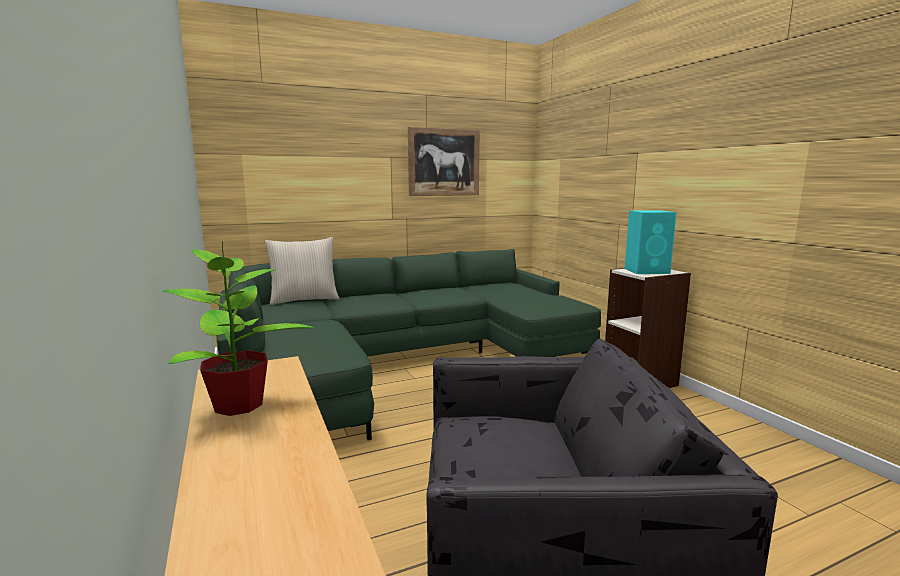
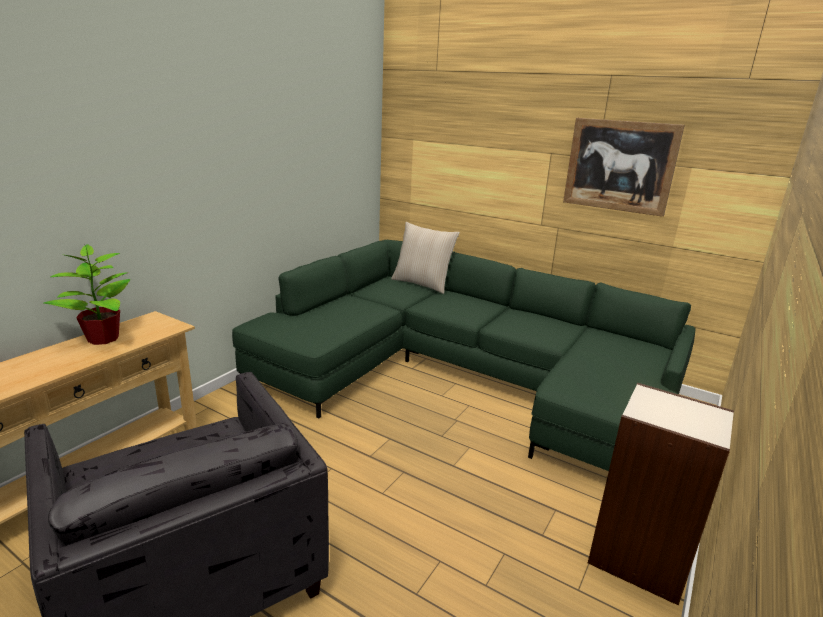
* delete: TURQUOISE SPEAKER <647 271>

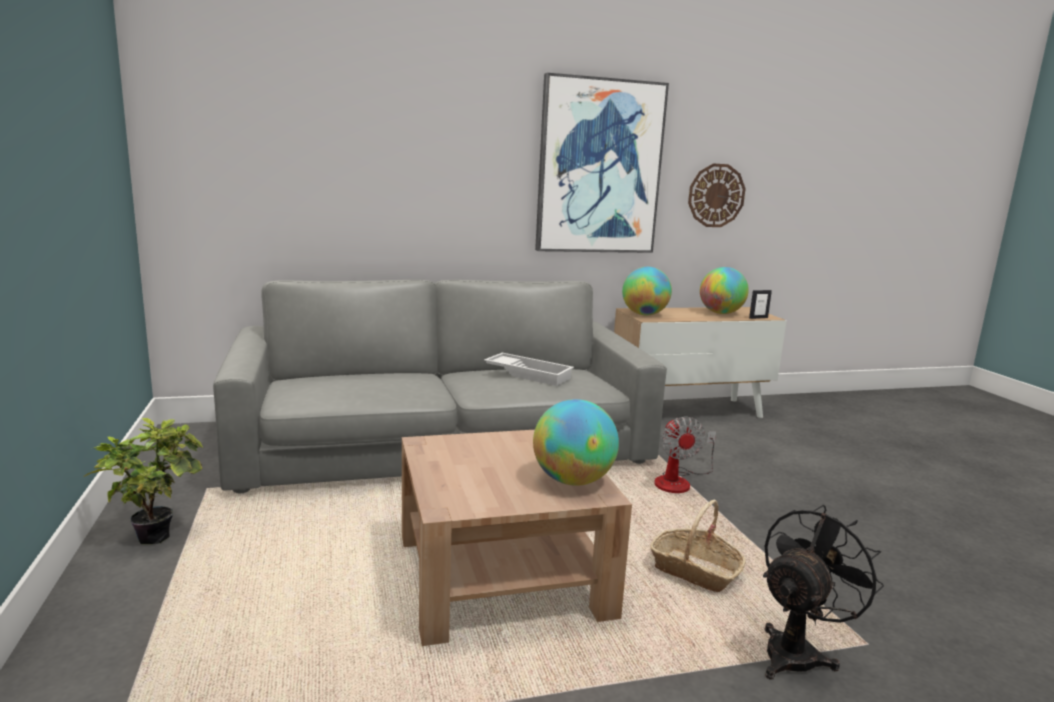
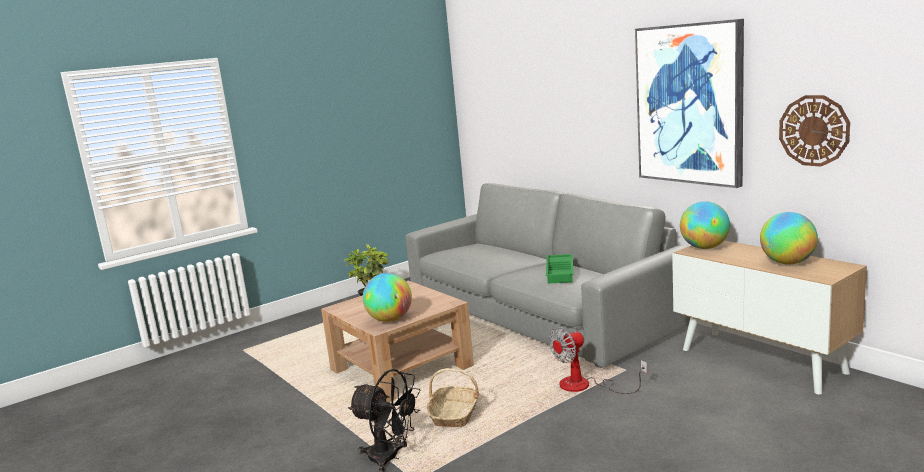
* recolor: WHITE TRAY <529 374> to GREEN TRAY <561 272>
* delete: PICTURE FRAME <758 318>

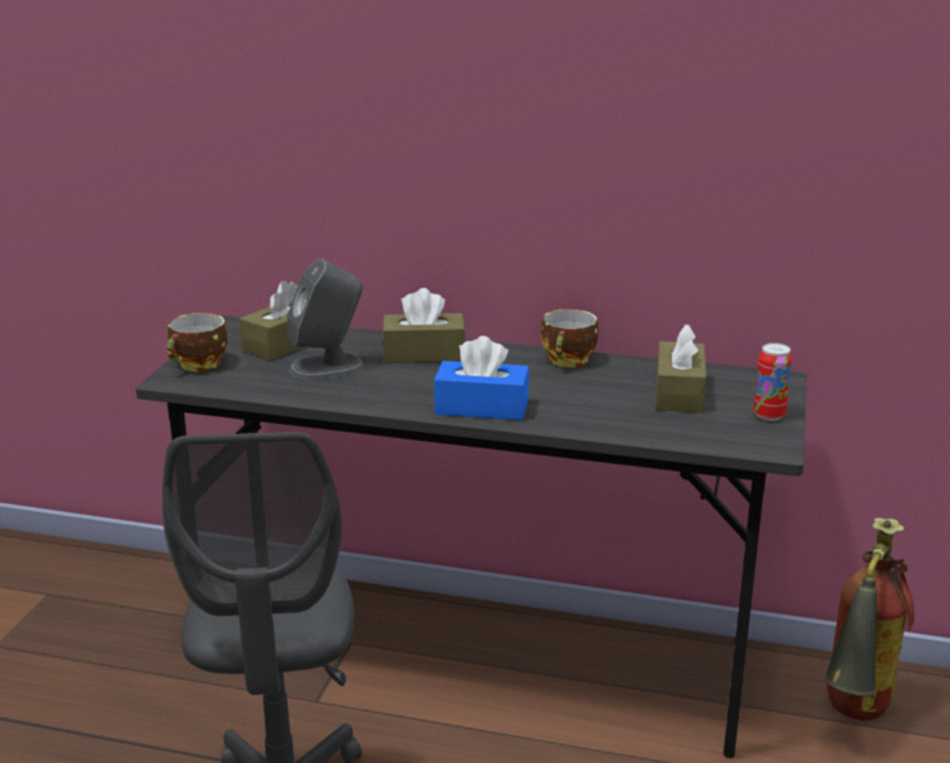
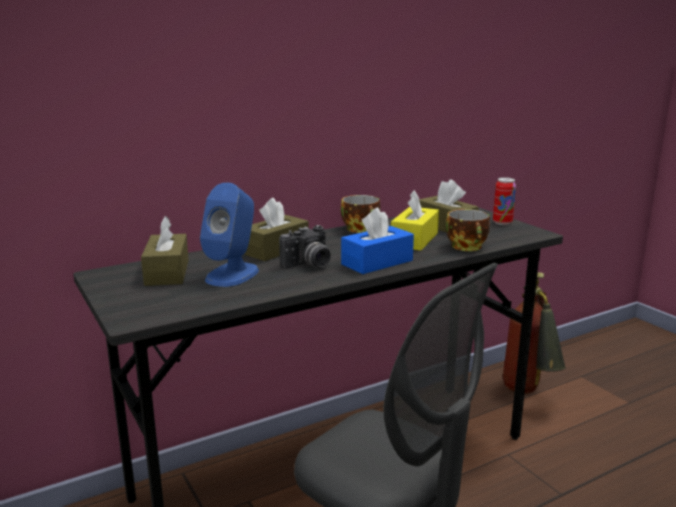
* move: CUP <199 365> to <468 247>
* recolor: GREY SPEAKER <327 367> to BLUE SPEAKER <233 274>
* insert: PHOTO CAMERA <308 265>
* insert: YELLOW TISSUE BOX <414 240>

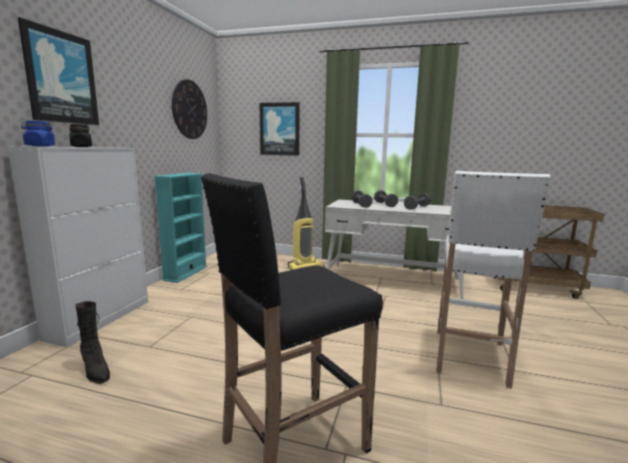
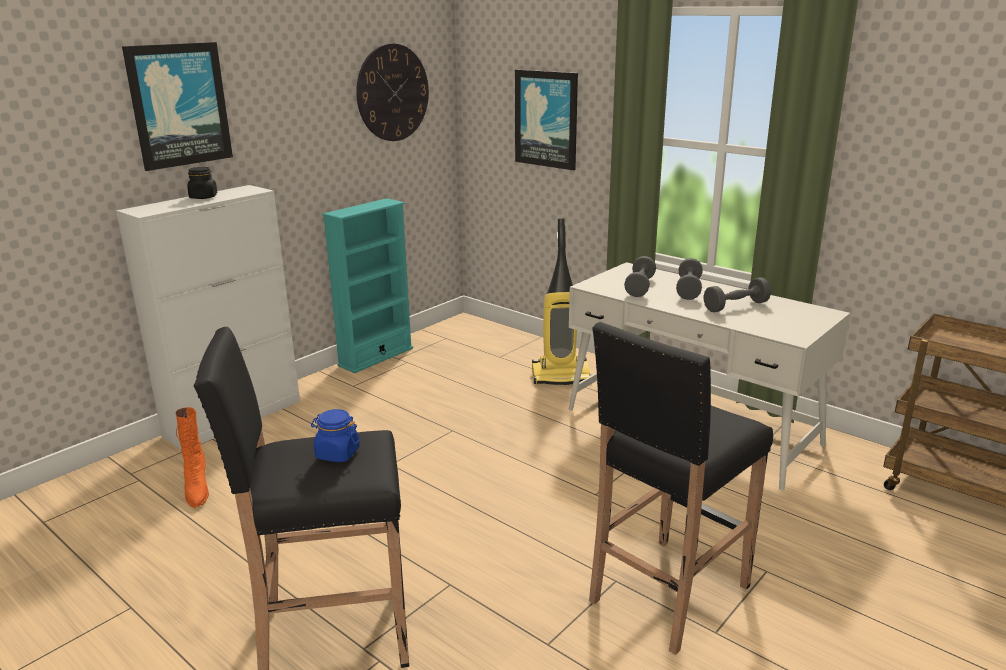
* move: BLUE JAR <40 146> to <337 454>
* recolor: BLACK BOOT <95 370> to ORANGE BOOT <197 490>
* recolor: WHITE STOOL <470 358> to BLACK STOOL <666 595>

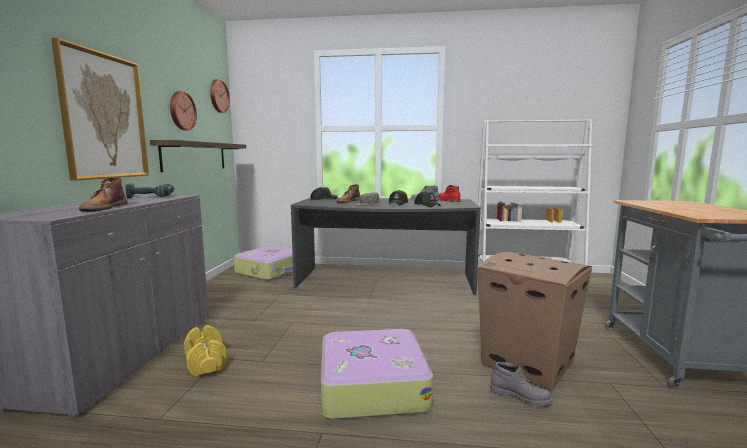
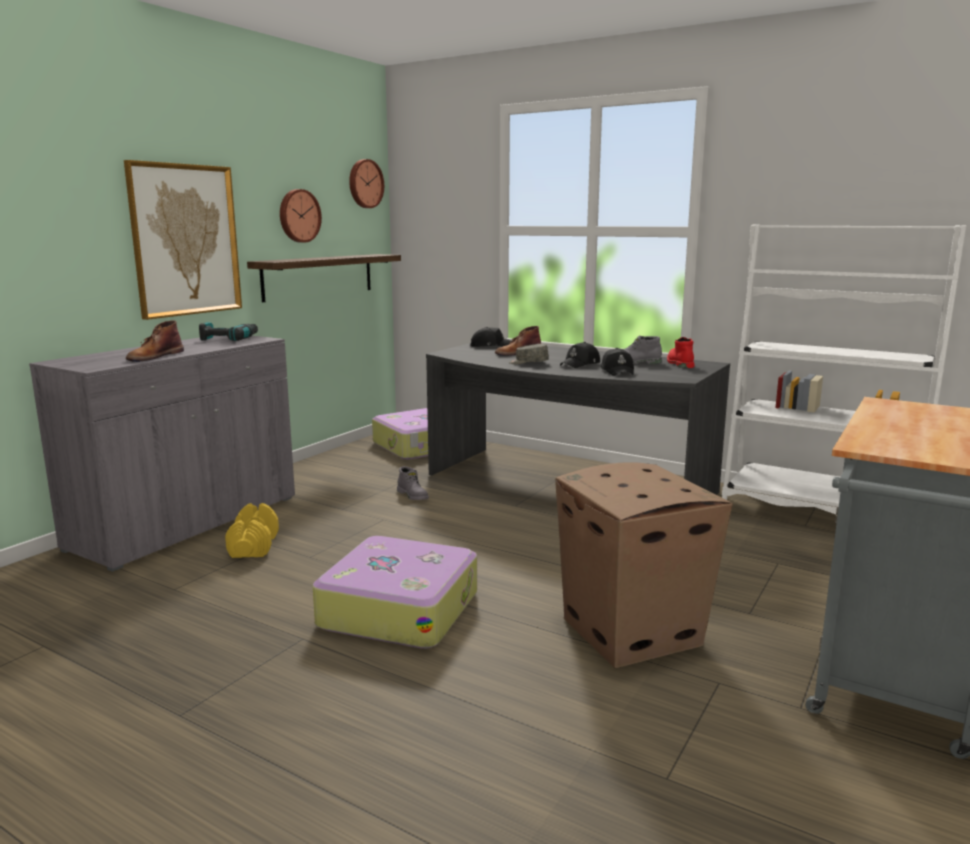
* move: GREY BOOT <520 396> to <413 496>

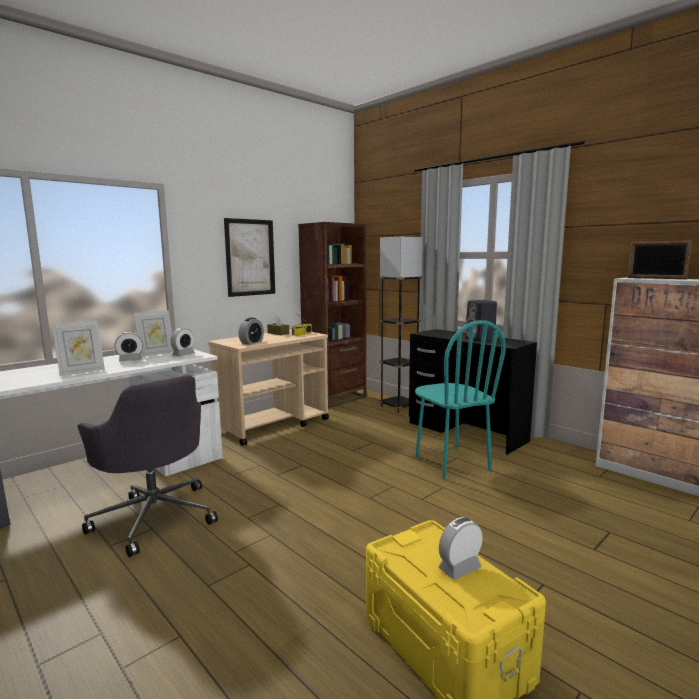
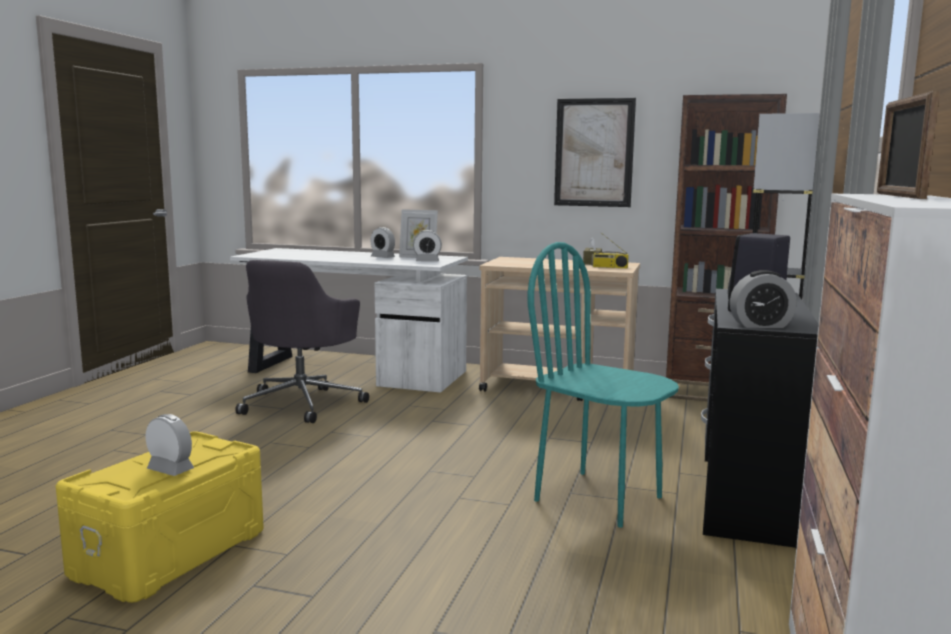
* delete: PICTURE FRAME <81 372>
* move: ALARM CLOCK <251 342> to <760 325>
* rotate: TURQUOISE CHAIR <451 463> = <599 498> 90 degrees clockwise

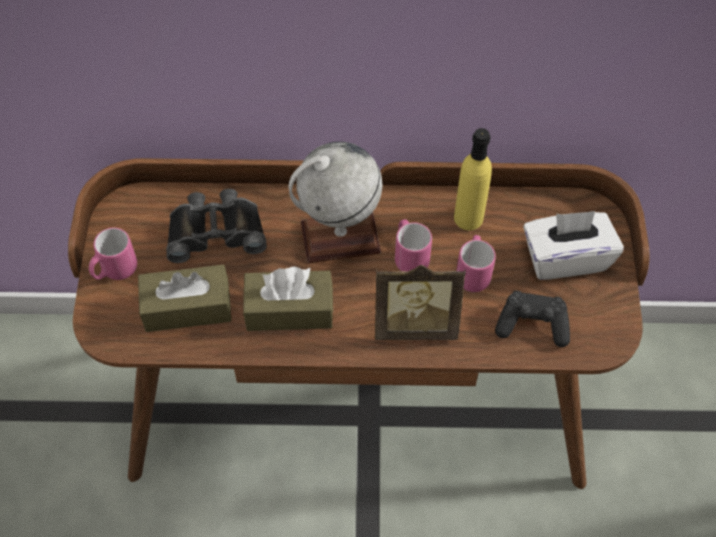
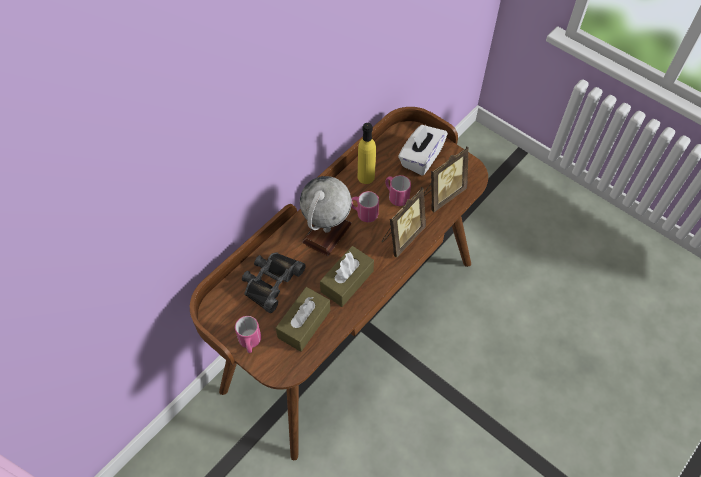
* replace: BLACK GAME CONTROLLER <532 324> to PICTURE FRAME <442 195>

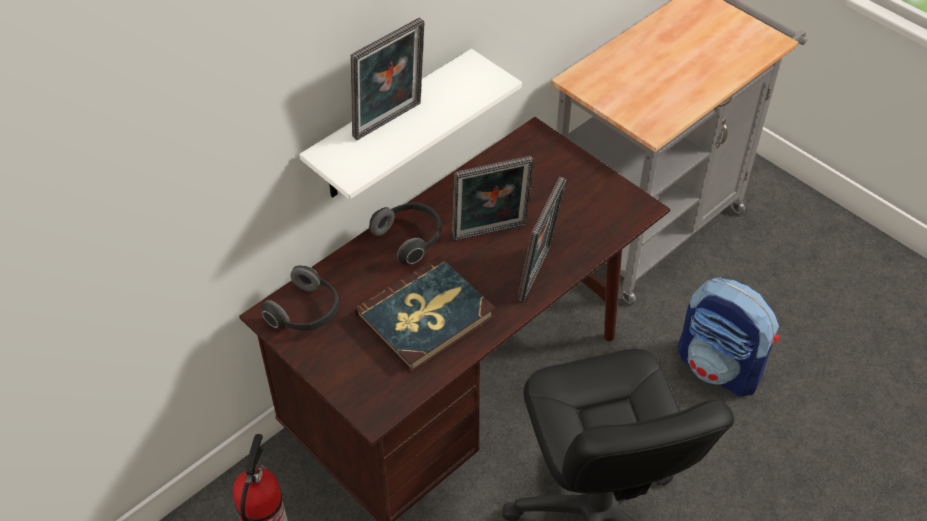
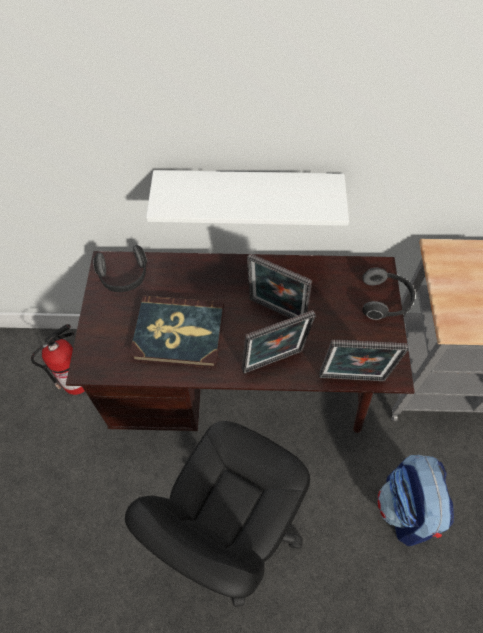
* move: PICTURE FRAME <390 122> to <351 381>
* move: HEADPHONES <410 239> to <385 301>

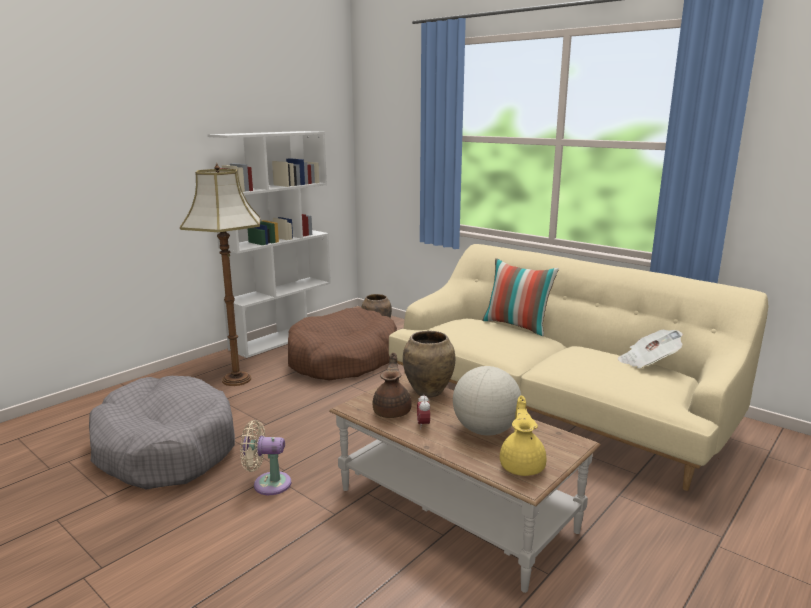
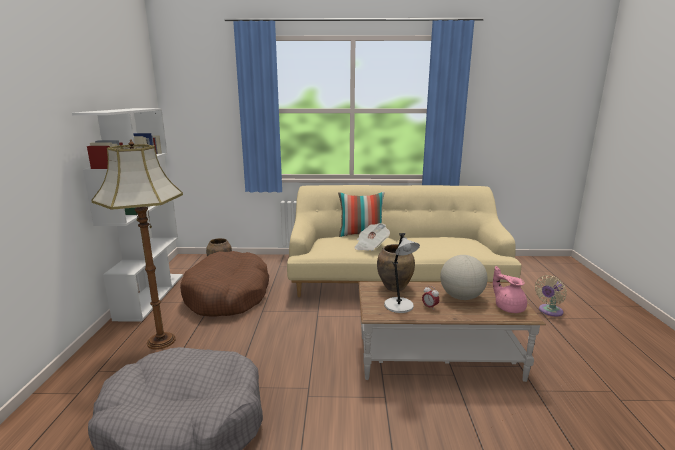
* move: BEIGE FAN <268 484> to <549 311>
* replace: BROWN TEAPOT <392 411> to GREY TABLE LAMP <399 306>
* recolor: YELLOW TEAPOT <522 465> to PINK TEAPOT <508 307>
* move: NEWSPAPER <648 362> to <370 246>

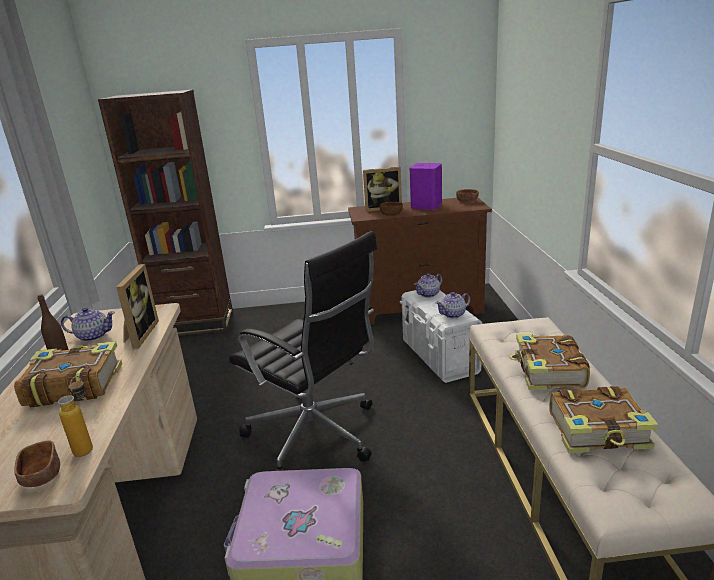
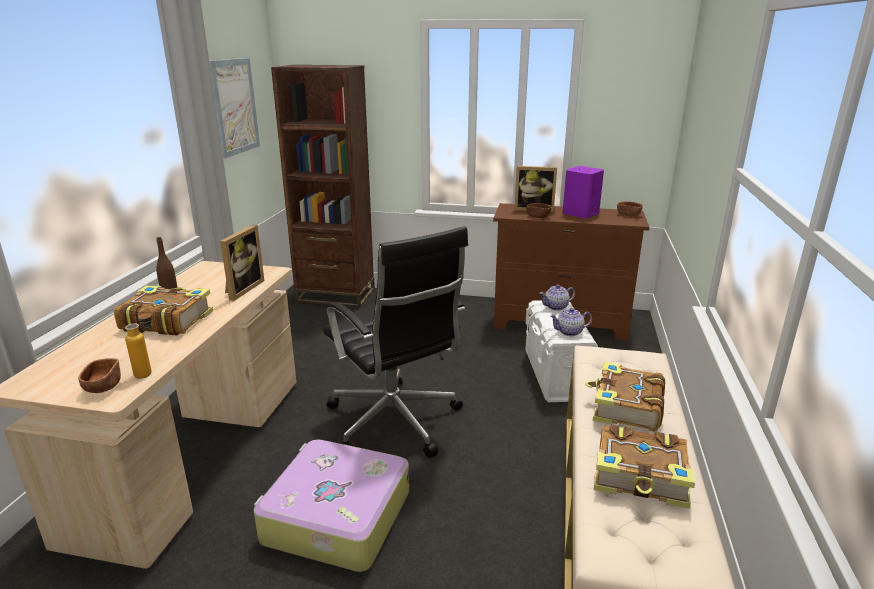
* delete: TEAPOT <93 336>
* insert: PICTURE <234 107>

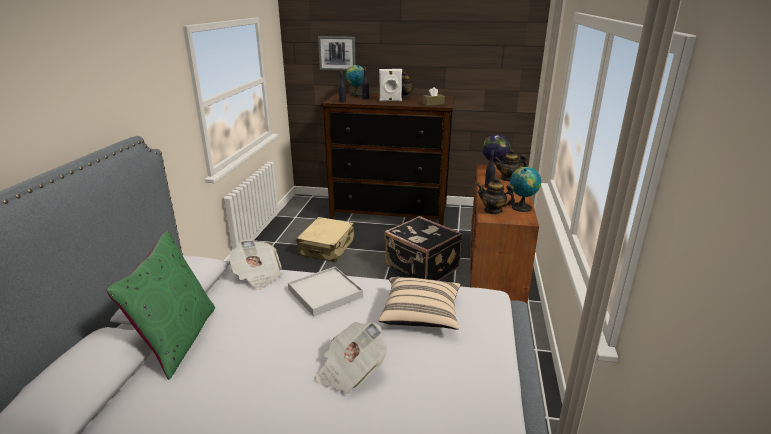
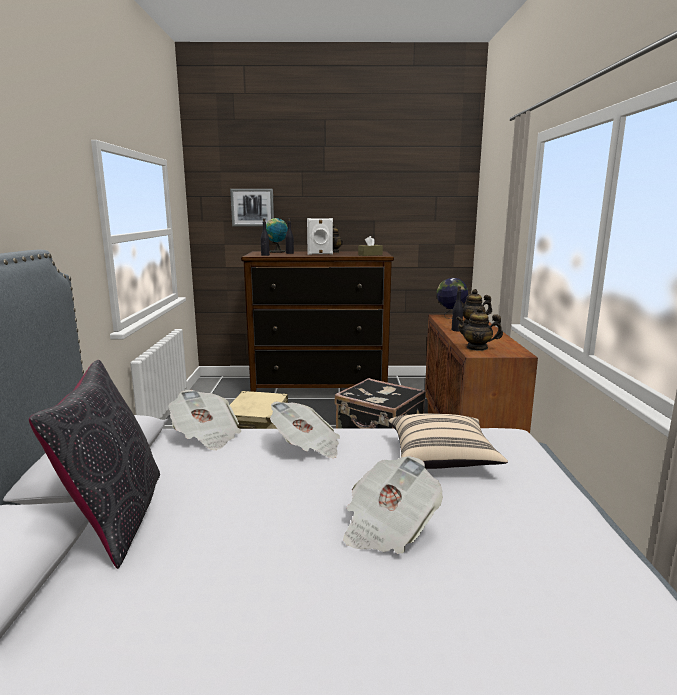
* recolor: GREEN PILLOW <177 340> to BLACK PILLOW <115 517>
* replace: WHITE TRAY <325 293> to NEWSPAPER <307 447>
* delete: GLOBE <522 207>

